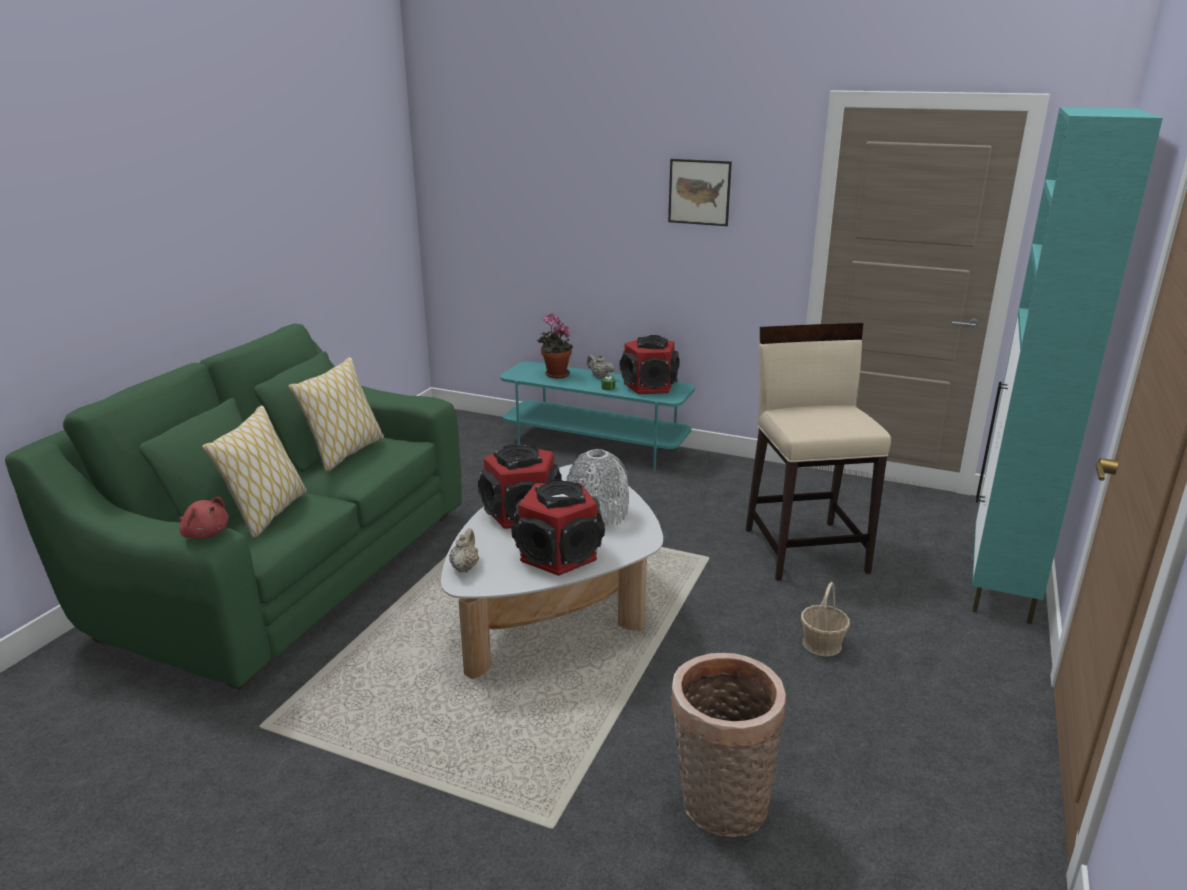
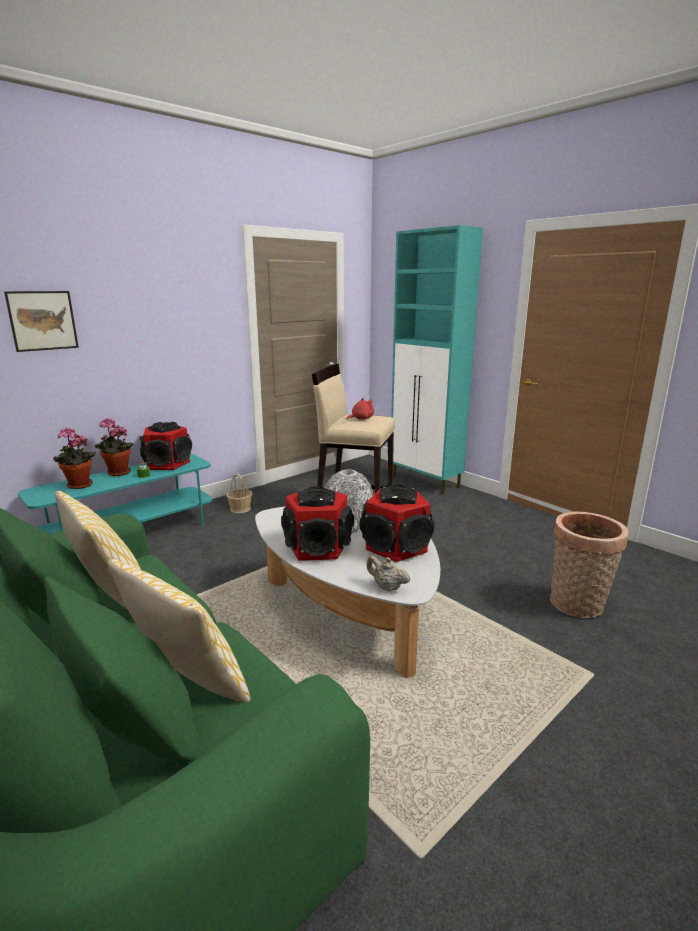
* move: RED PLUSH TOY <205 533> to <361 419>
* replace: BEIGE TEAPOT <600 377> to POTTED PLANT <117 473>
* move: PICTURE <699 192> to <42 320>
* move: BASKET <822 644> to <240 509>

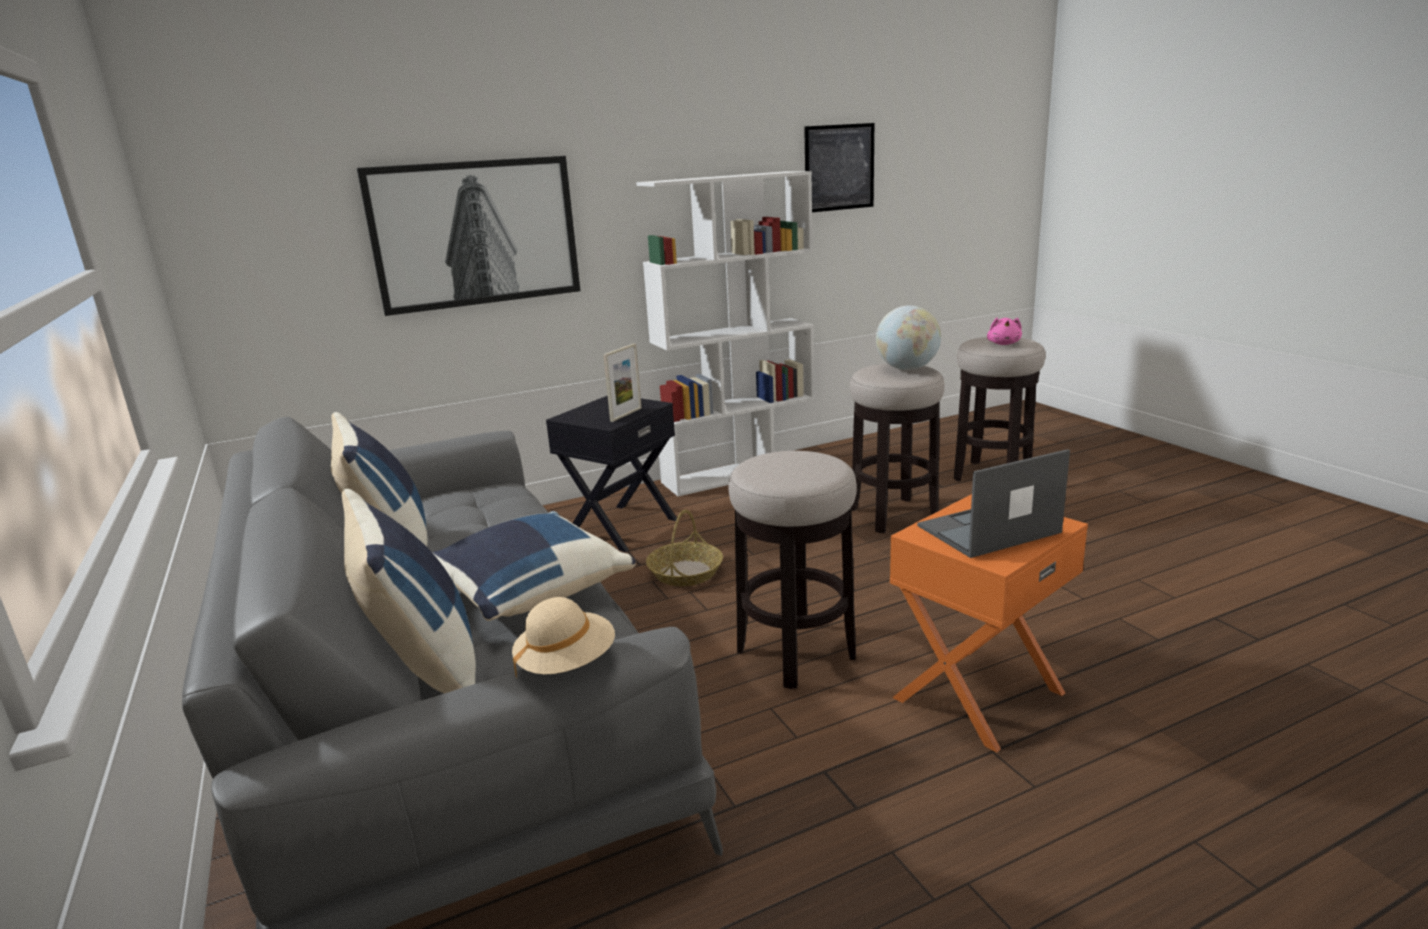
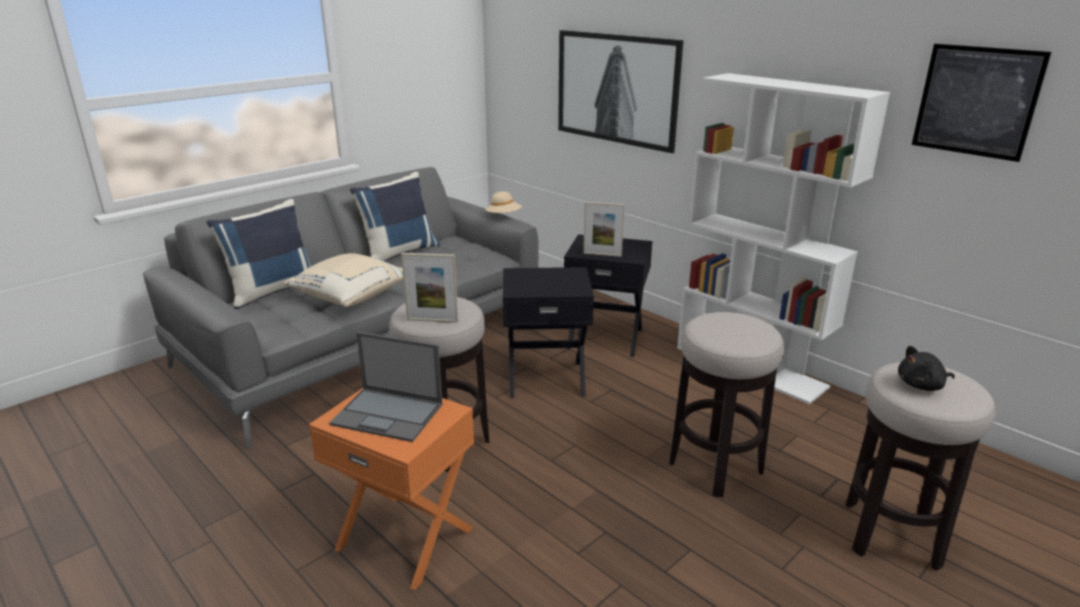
* recolor: BLUE PILLOW <529 592> to BEIGE PILLOW <351 295>
* move: BEIGE HAT <566 663> to <504 216>
* replace: BASKET <685 572> to BLACK SIDE TABLE <546 378>
* delete: GLOBE <907 369>
* rotate: LAPTOP <987 530> = <389 414> 150 degrees clockwise
* recolor: PINK PLUSH TOY <1004 344> to BLACK PLUSH TOY <922 385>
* insert: PICTURE FRAME <432 320>

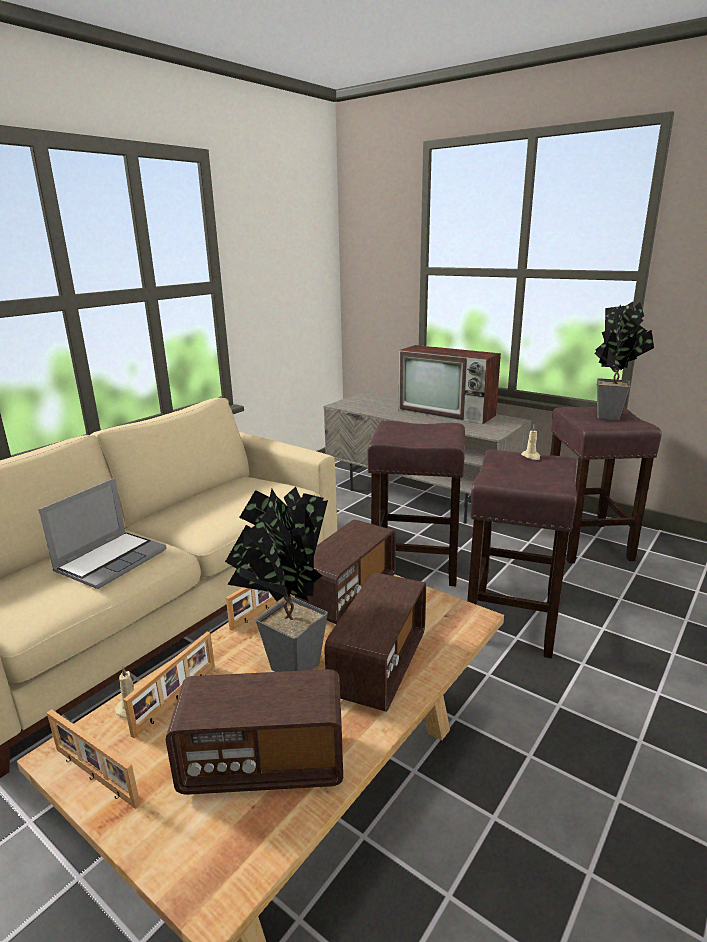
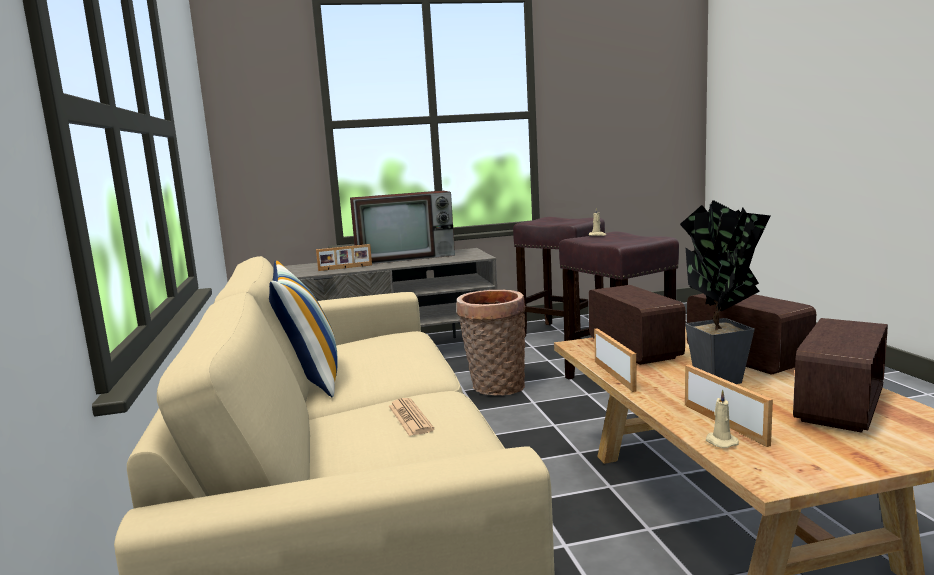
* replace: LAPTOP <111 560> to NEWSPAPER <410 418>
* move: PICTURE FRAME <94 777> to <345 268>
* replace: BROWN STOOL <414 564> to BASKET <494 387>
* delete: POTTED PLANT <611 415>
* insert: PILLOW <309 379>

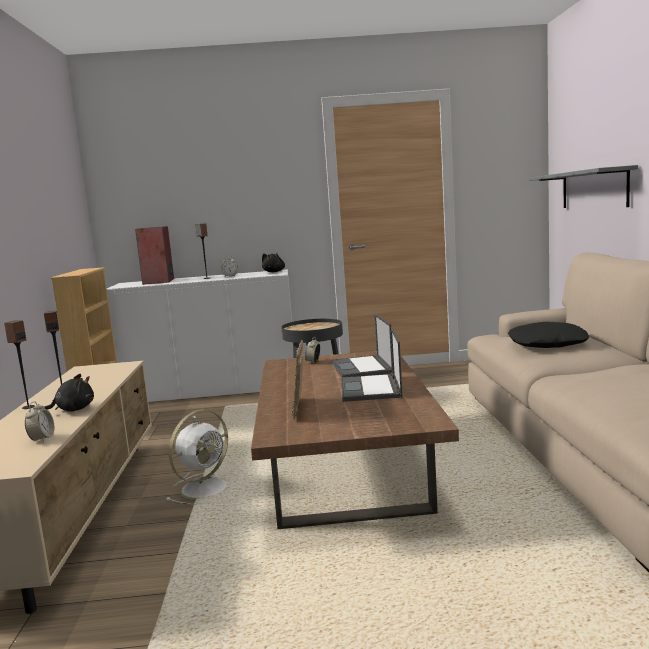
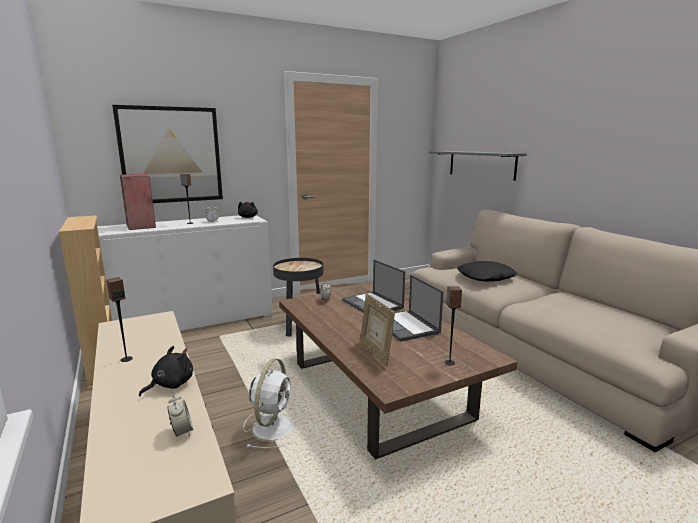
* move: SPEAKER <28 407> to <449 362>
* insert: PICTURE <171 155>

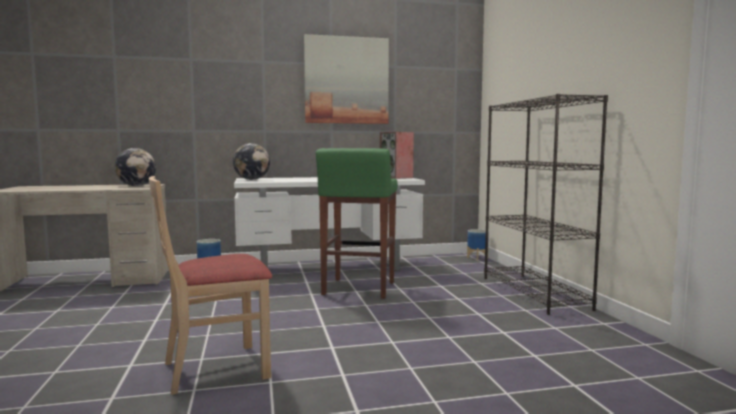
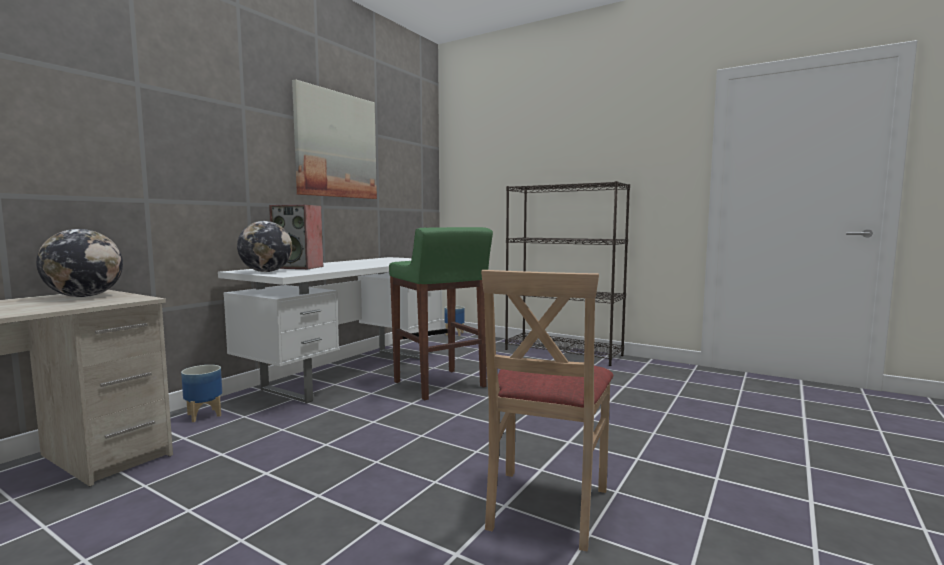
* move: SPEAKER <397 177> to <299 267>

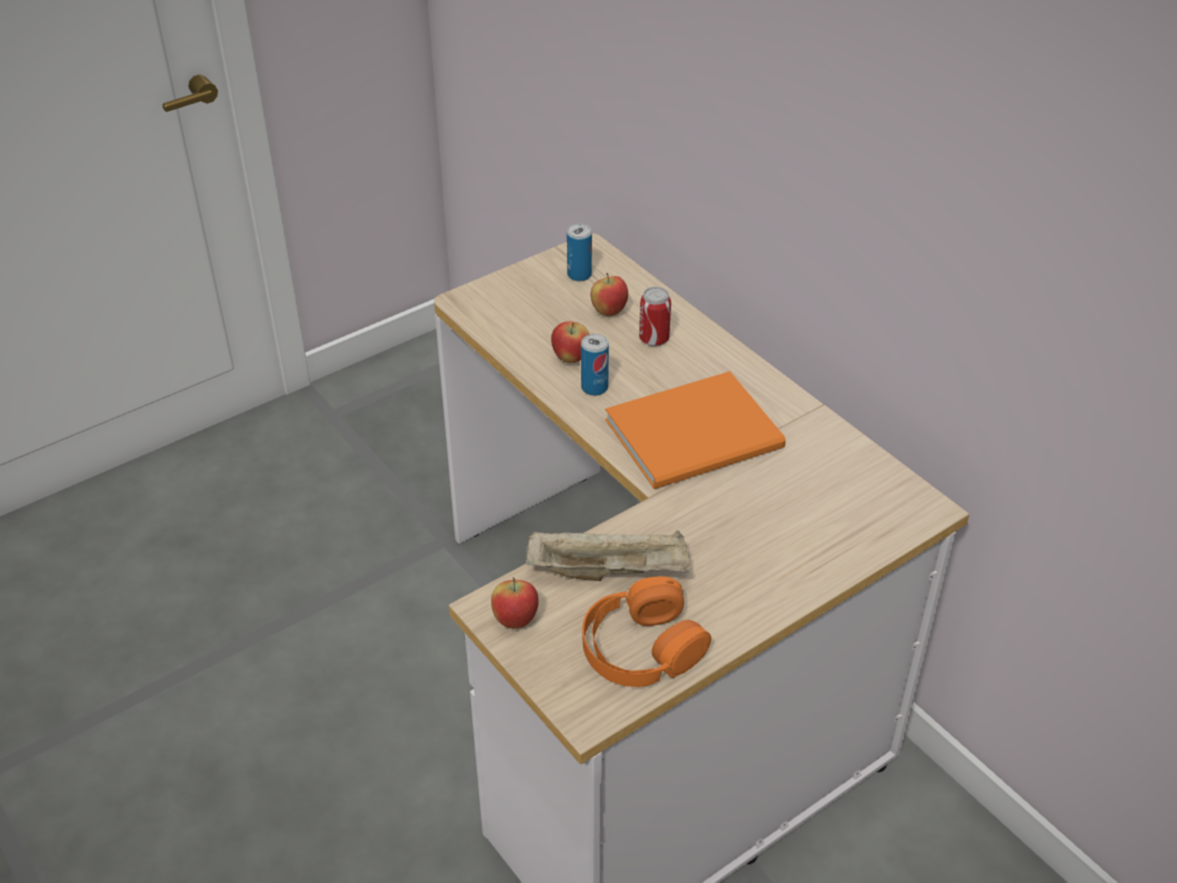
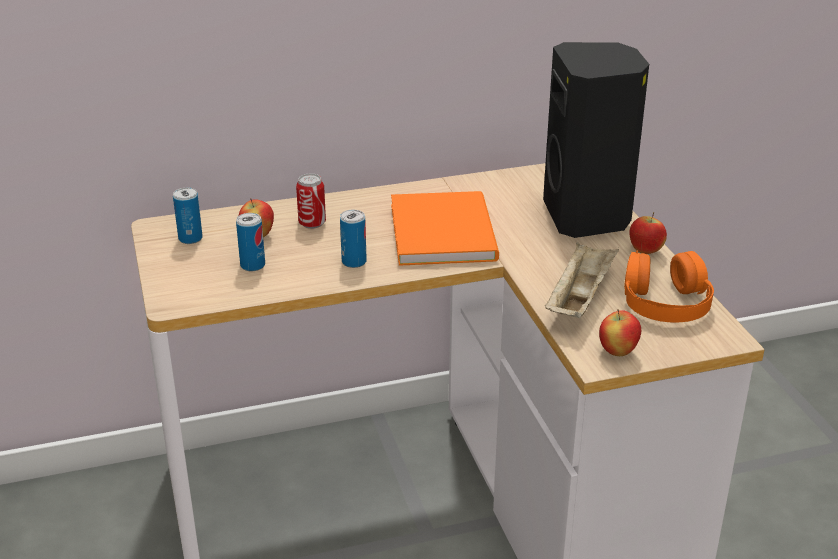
* move: APPLE <570 358> to <645 251>
* insert: CAN <252 265>
* insert: BLACK SPEAKER <588 217>

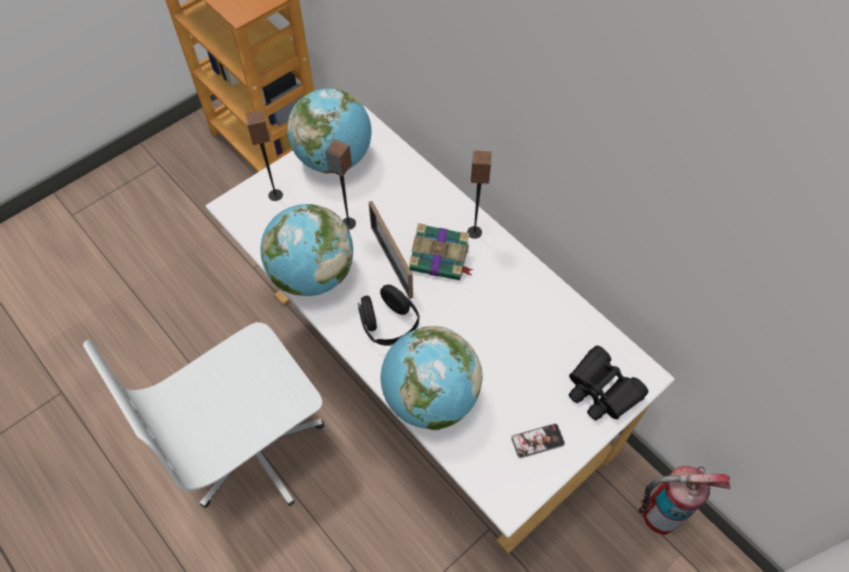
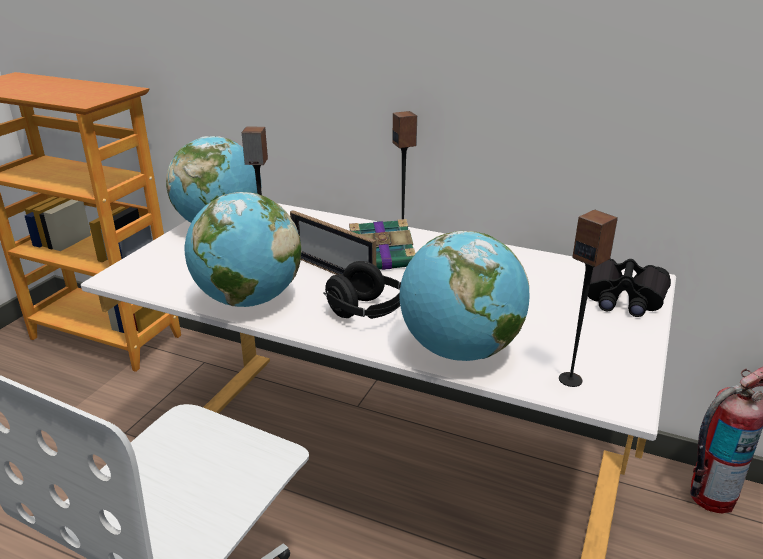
* move: SPEAKER <276 195> to <570 379>
* delete: PHONE <537 441>

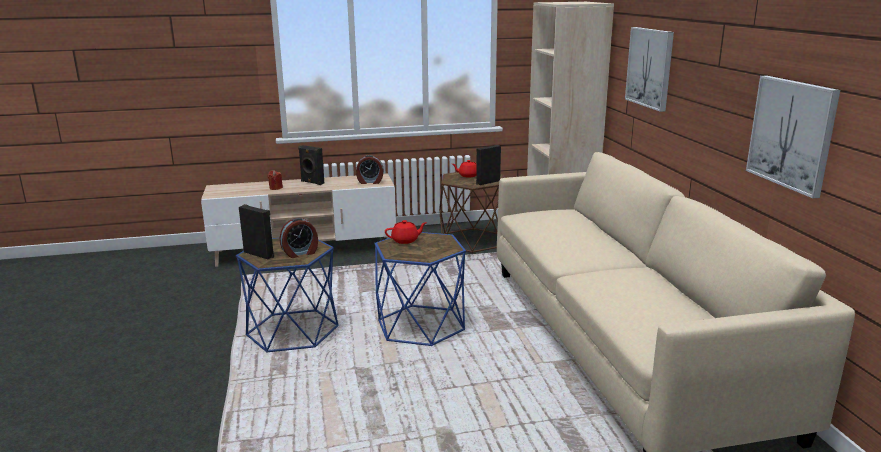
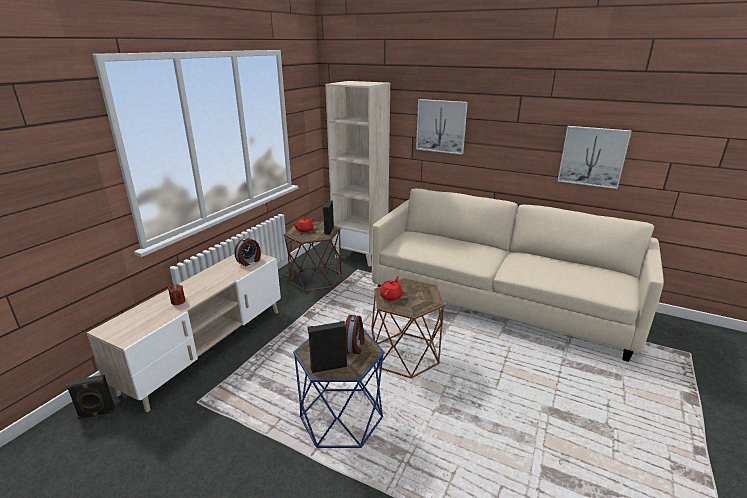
* move: BLACK SPEAKER <312 182> to <97 414>
* recolor: BLUE SIDE TABLE <421 326> to BROWN SIDE TABLE <406 355>

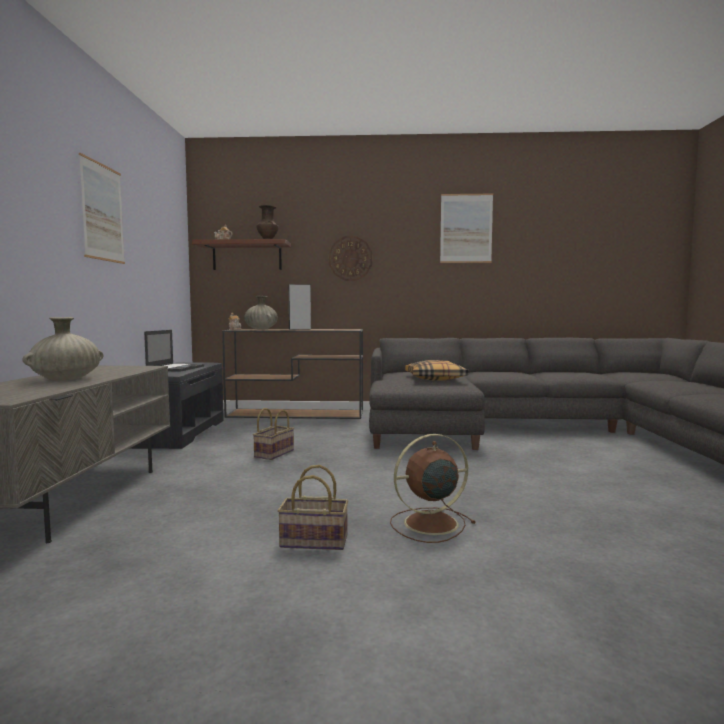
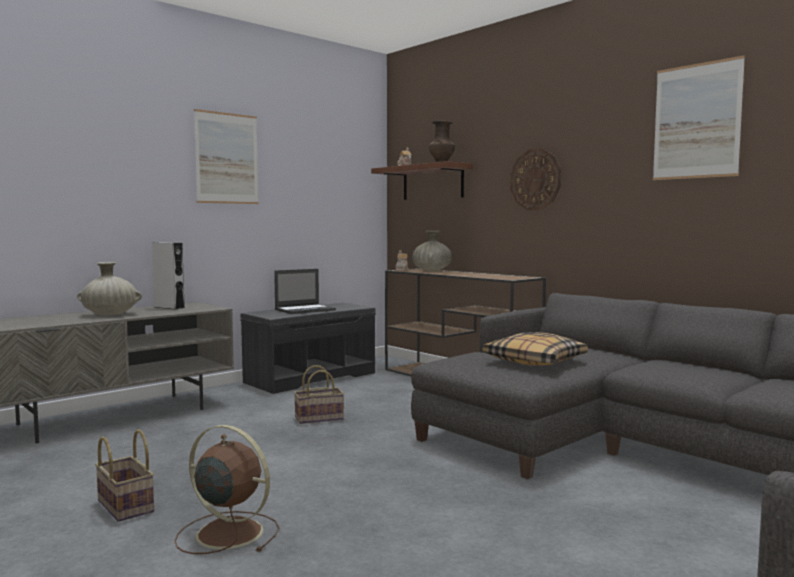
* move: GREY SPEAKER <299 329> to <169 307>

